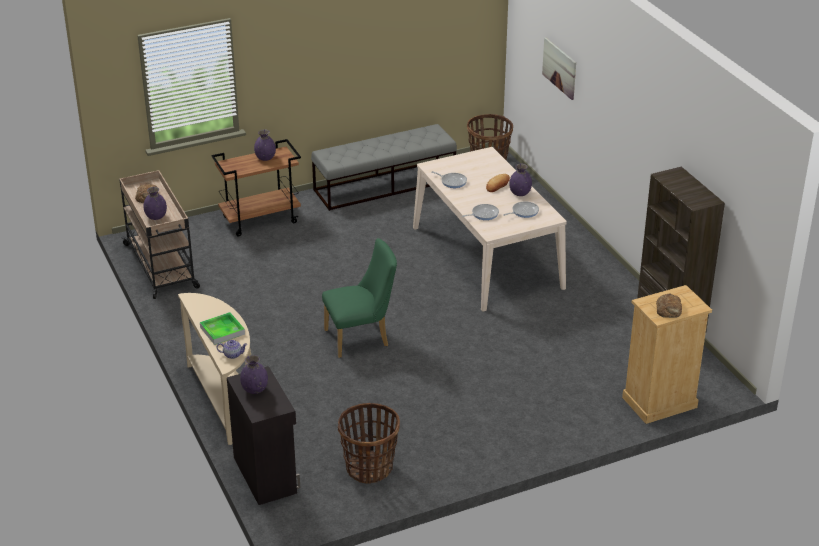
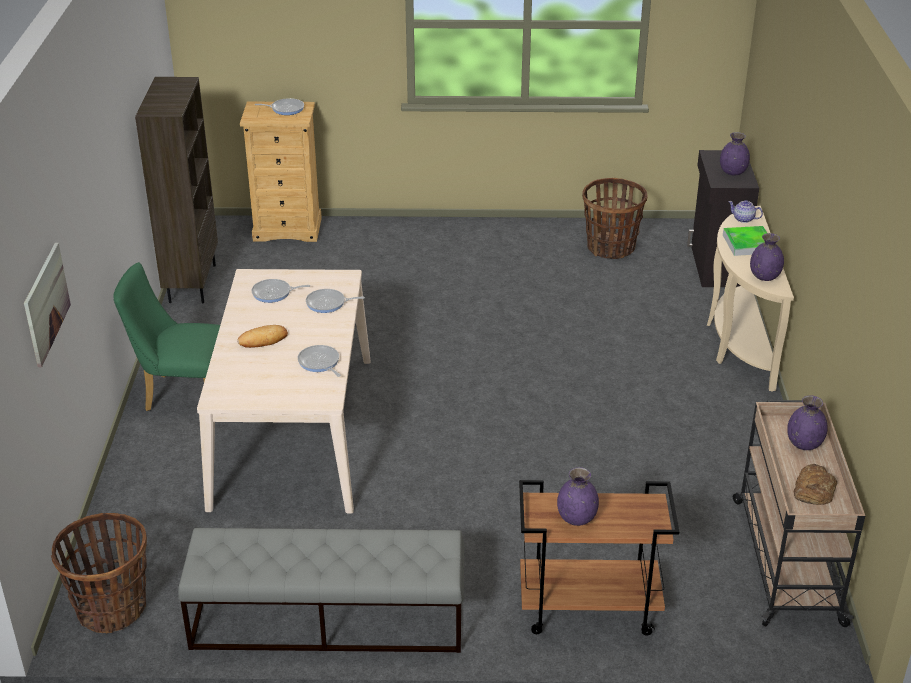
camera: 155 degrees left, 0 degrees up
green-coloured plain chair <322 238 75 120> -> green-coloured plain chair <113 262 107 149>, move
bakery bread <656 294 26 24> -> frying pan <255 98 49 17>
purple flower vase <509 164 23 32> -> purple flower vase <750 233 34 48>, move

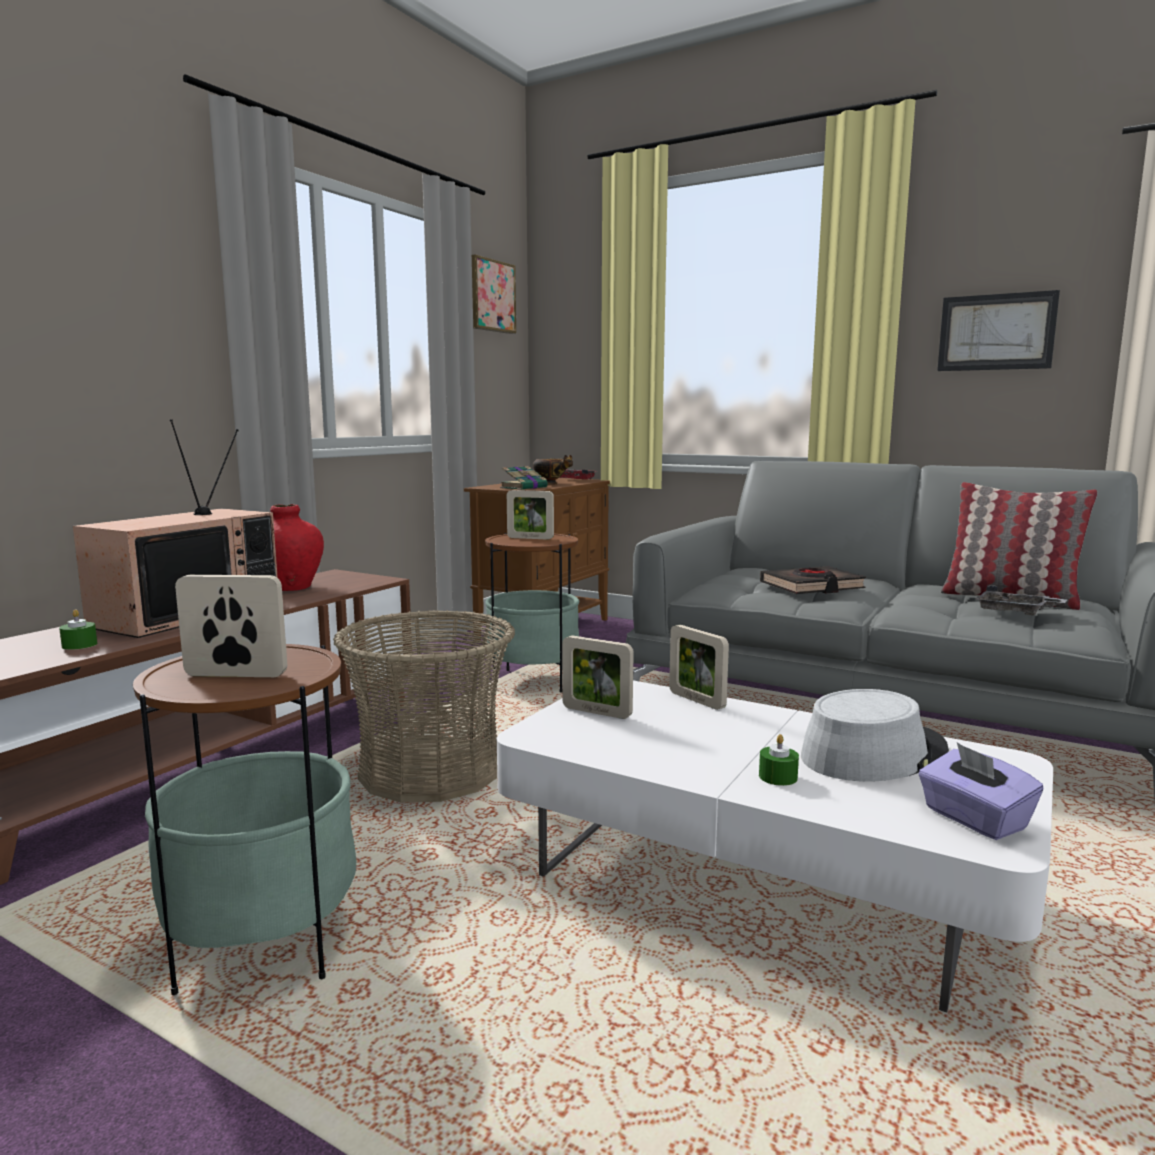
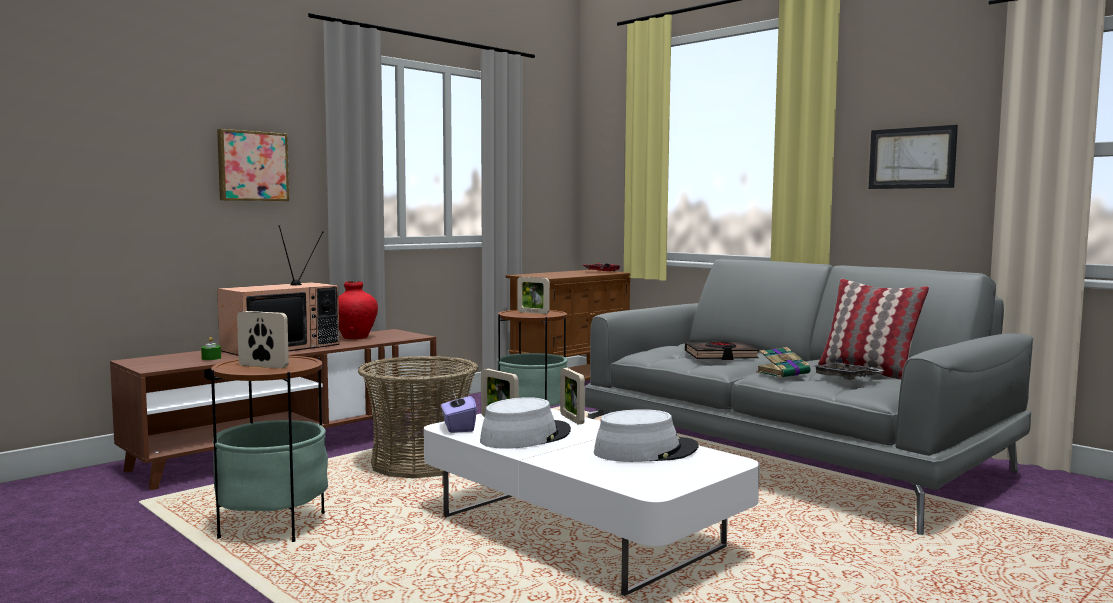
camera: 15 degrees right, 5 degrees down
wall picture <472 254 44 80> -> wall picture <217 129 72 72>, move
purple tissue box <919 743 124 97> -> purple tissue box <441 390 36 43>, move
none -> gray clothing hat <480 397 91 52>
book <500 466 48 24> -> book <756 347 55 31>, move
serving bowl <533 455 40 30> -> none
green-coloured wax light <759 734 40 52> -> none

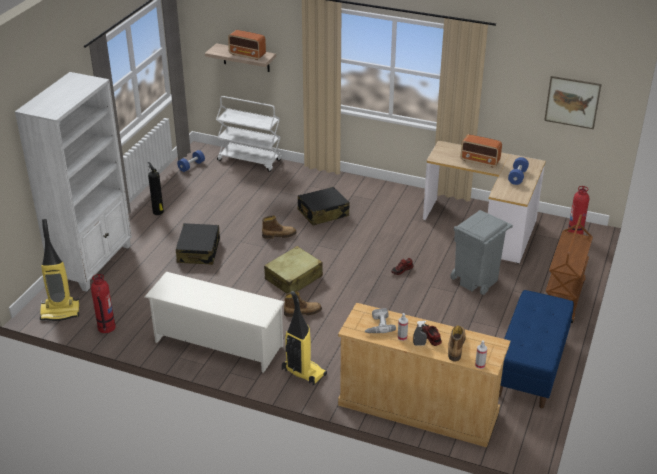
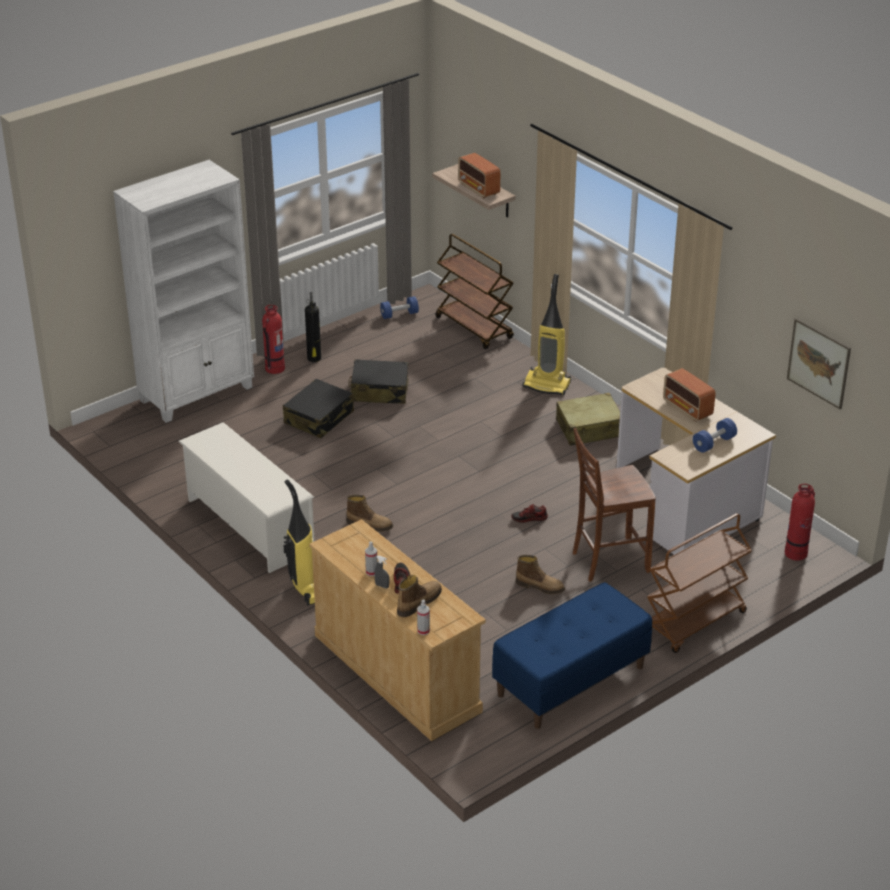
camera: 30 degrees right, 0 degrees up
fire-fighting cylinder <91 274 25 59> -> fire-fighting cylinder <262 305 23 69>, move
blackish piece of luggage <298 187 52 39> -> blackish piece of luggage <349 359 60 45>, move
white trolley <216 96 66 76> -> brown-coloured trolley <435 234 79 115>
high-top boot <262 215 35 24> -> high-top boot <516 555 49 39>, move
vacuum <40 219 40 102> -> vacuum <523 274 48 121>, move
beige piece of luggage <264 246 59 48> -> beige piece of luggage <556 393 64 53>, move
gray trash can <450 210 63 85> -> brown-coloured plain chair <573 428 83 154>
drill <365 308 31 25> -> none

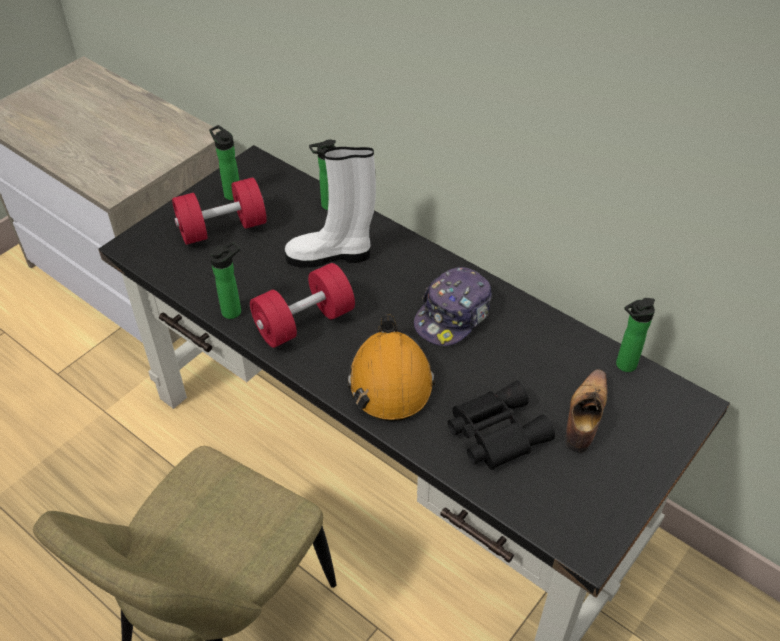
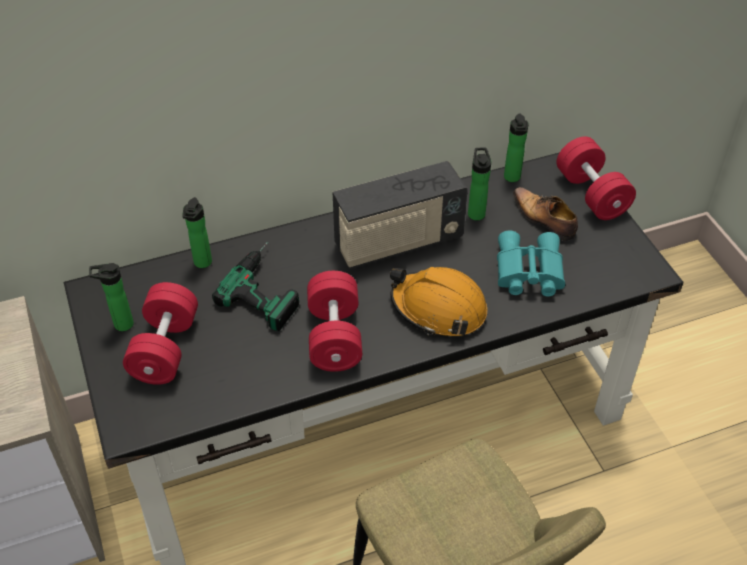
camera: 60 degrees left, 0 degrees up
white high-top boot <285 147 91 121> -> drill <212 242 87 89>
peaked cap <414 267 78 79> -> radio receiver <333 161 135 108>
beverage bottle <209 241 32 78> -> beverage bottle <468 148 23 73>, move
blackish binoculars <448 381 107 89> -> turquoise-coloured binoculars <497 230 68 67>
none -> red dumbbell <556 137 80 83>

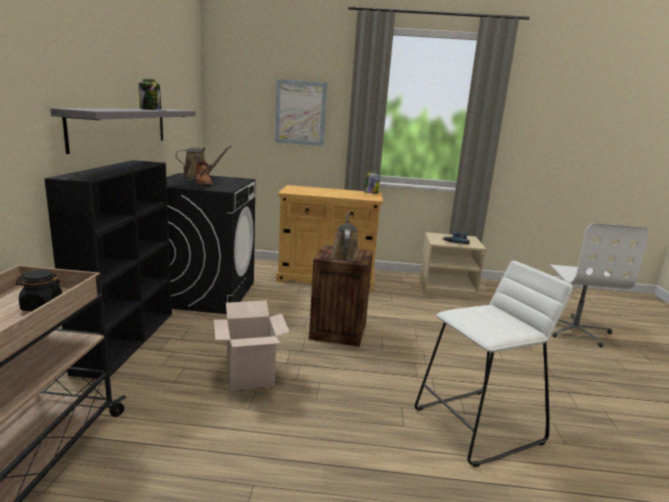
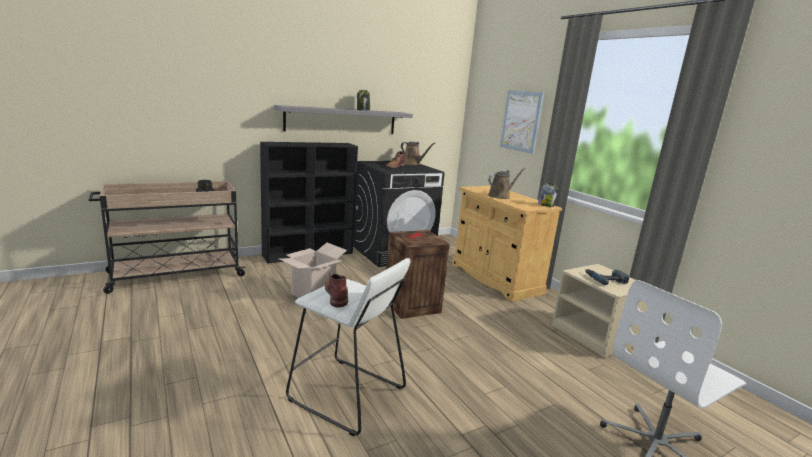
camera: 55 degrees right, 0 degrees up
none -> brown-coloured high-top boot <325 273 23 34>
brown-coloured watering pot <330 211 30 51> -> brown-coloured watering pot <488 168 38 31>, move

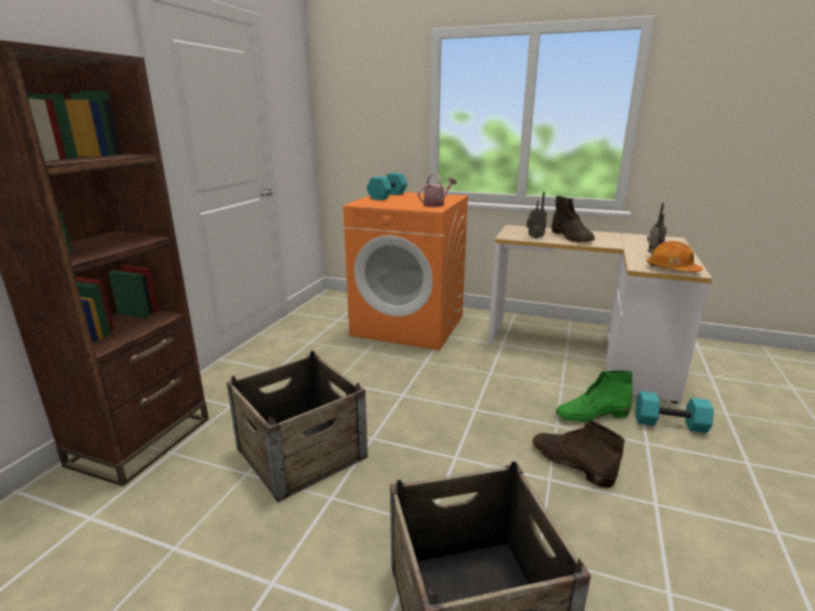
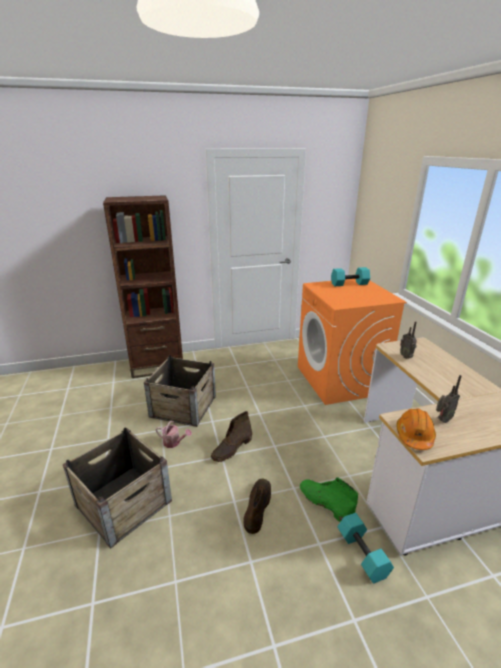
camera: 55 degrees right, 5 degrees up
watering pot <418 174 39 33> -> watering pot <155 421 37 27>, move
brown-coloured high-top boot <552 196 43 46> -> brown-coloured high-top boot <211 411 41 51>, move

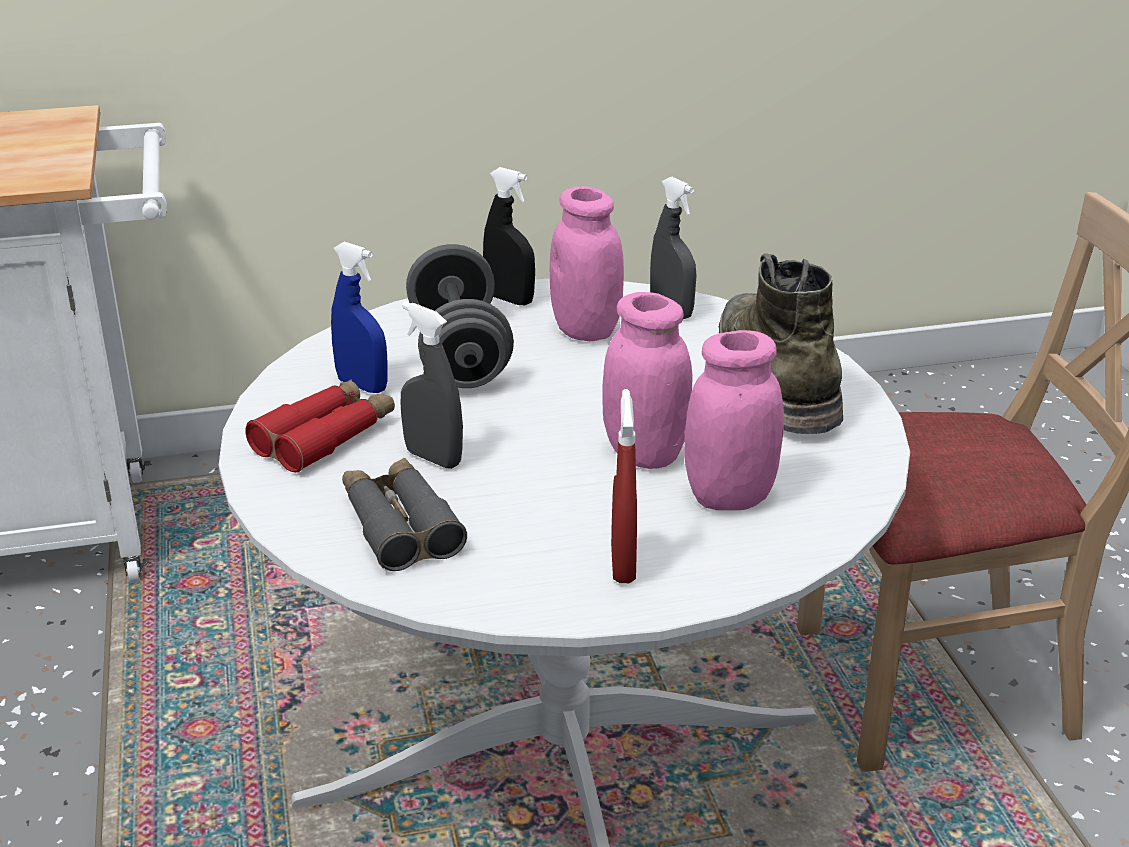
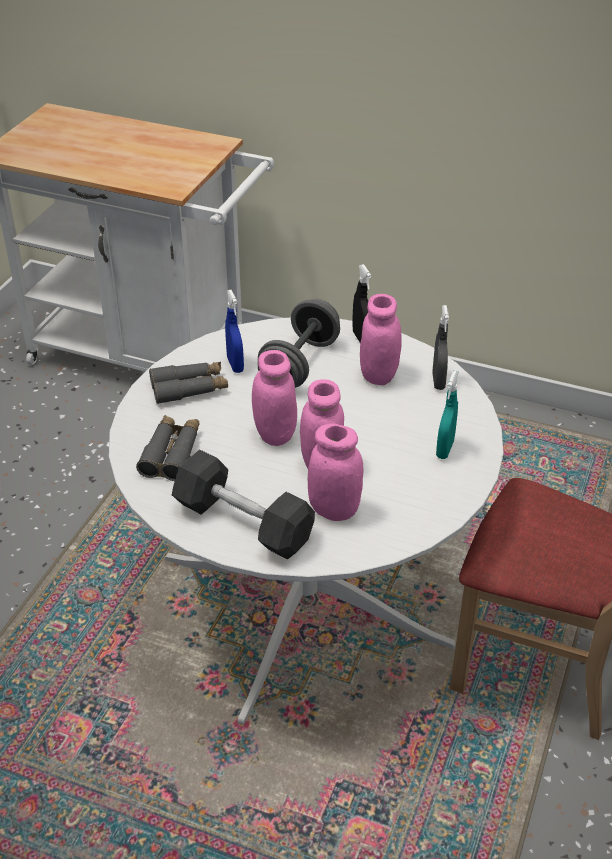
camera: 35 degrees right, 10 degrees up
red binoculars <245 379 150 94> -> gray binoculars <149 362 79 42>
red spray bottle <611 389 26 194> -> gray dumbbell <172 449 143 111>
none -> pink-coloured jar <252 350 45 96>
green-coloured high-top boot <719 254 124 180> -> turquoise-coloured spray bottle <436 371 22 88>
gray spray bottle <401 302 62 167> -> none

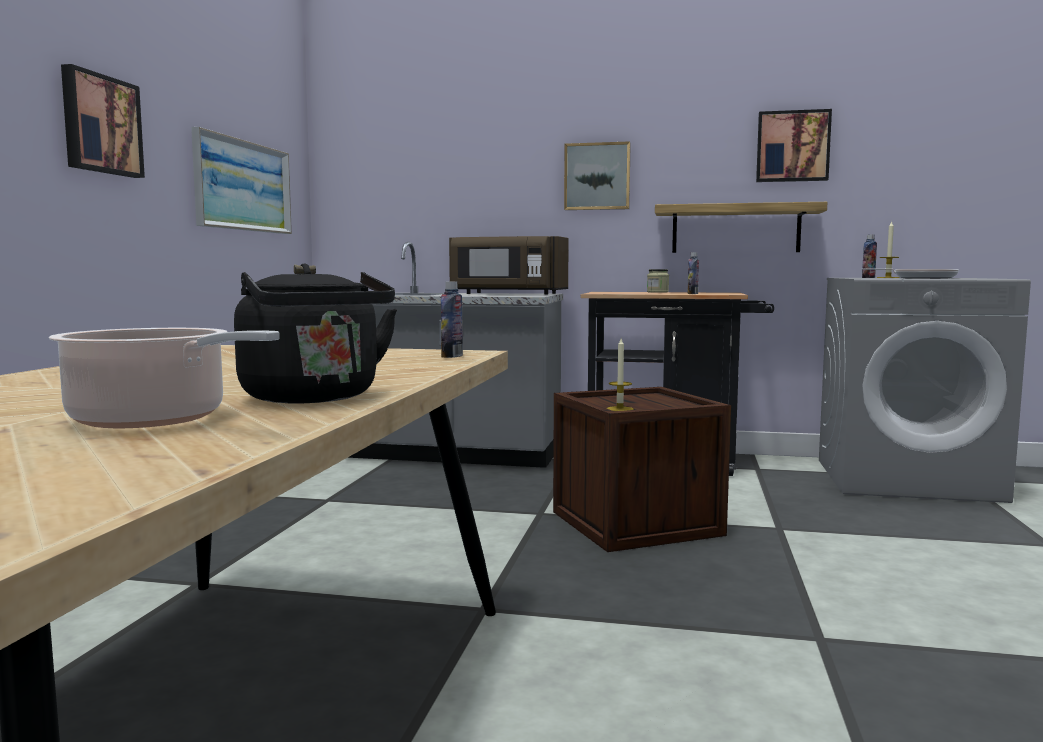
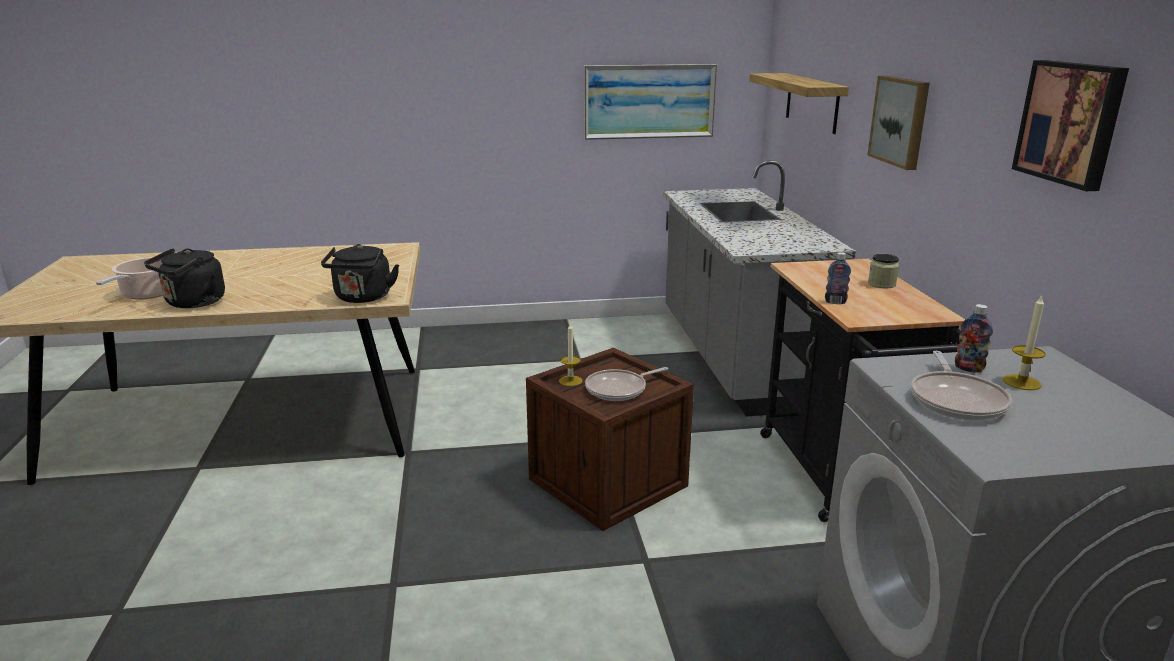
camera: 70 degrees right, 15 degrees up
beverage bottle <441 281 22 77> -> blackish tea kettle <321 244 78 59>
none -> frying pan <585 367 83 34>
wall shelf <655 202 172 51> -> wall shelf <749 73 100 61>, move
wall picture <61 64 84 114> -> none
brown-coloured microwave oven <449 236 120 59> -> none

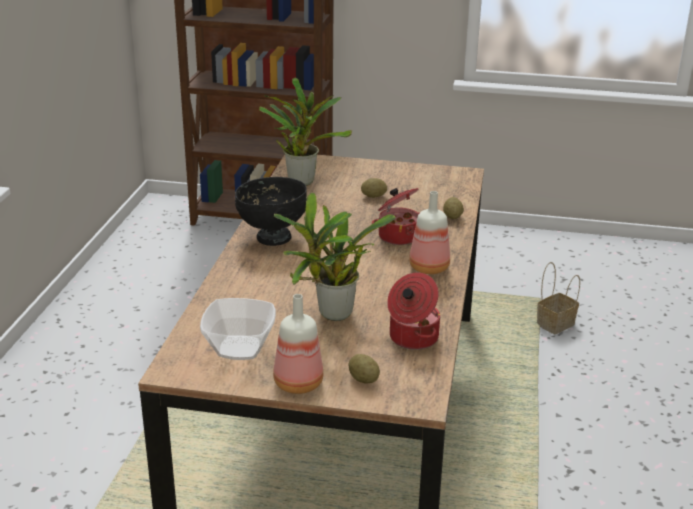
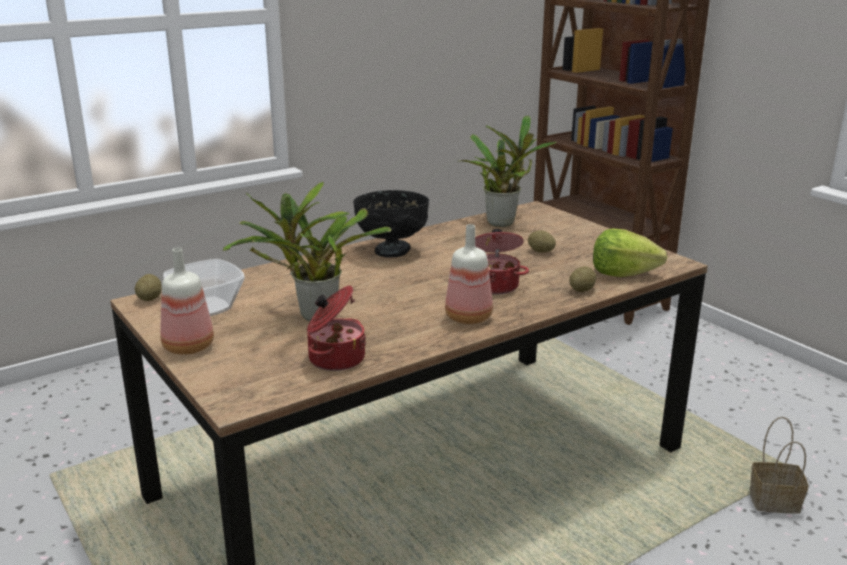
camera: 45 degrees right, 5 degrees down
potato <349 354 31 29> -> potato <135 274 27 27>, move
none -> lettuce head <593 229 74 48>

